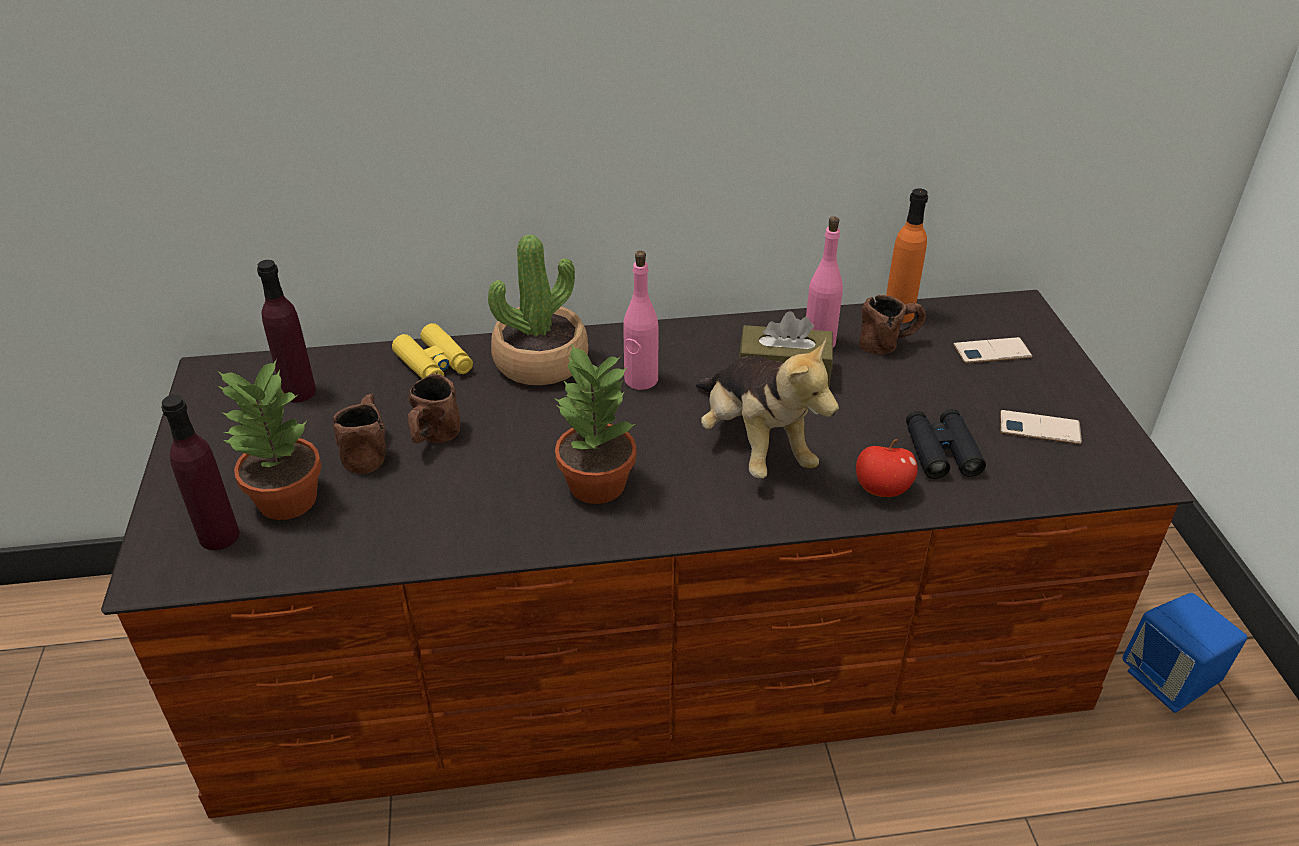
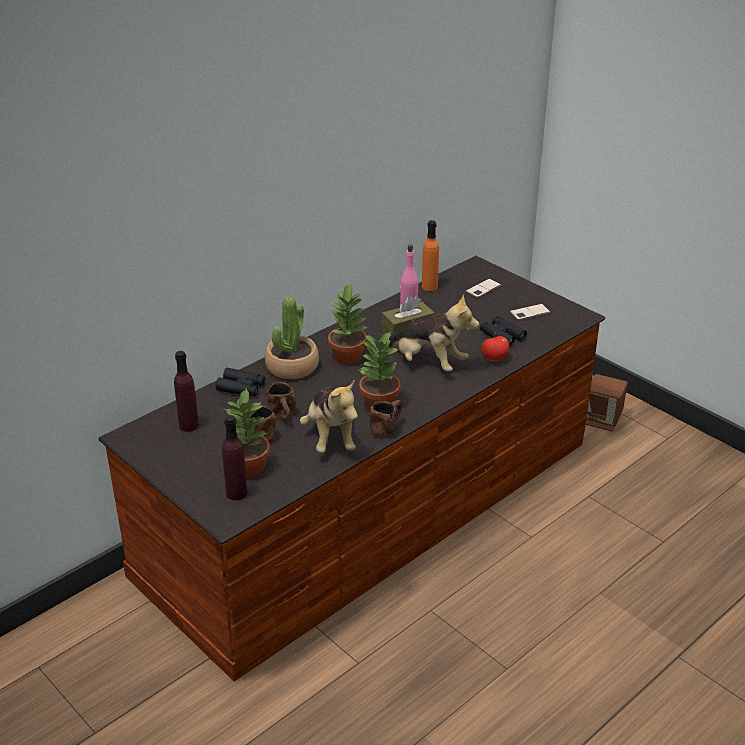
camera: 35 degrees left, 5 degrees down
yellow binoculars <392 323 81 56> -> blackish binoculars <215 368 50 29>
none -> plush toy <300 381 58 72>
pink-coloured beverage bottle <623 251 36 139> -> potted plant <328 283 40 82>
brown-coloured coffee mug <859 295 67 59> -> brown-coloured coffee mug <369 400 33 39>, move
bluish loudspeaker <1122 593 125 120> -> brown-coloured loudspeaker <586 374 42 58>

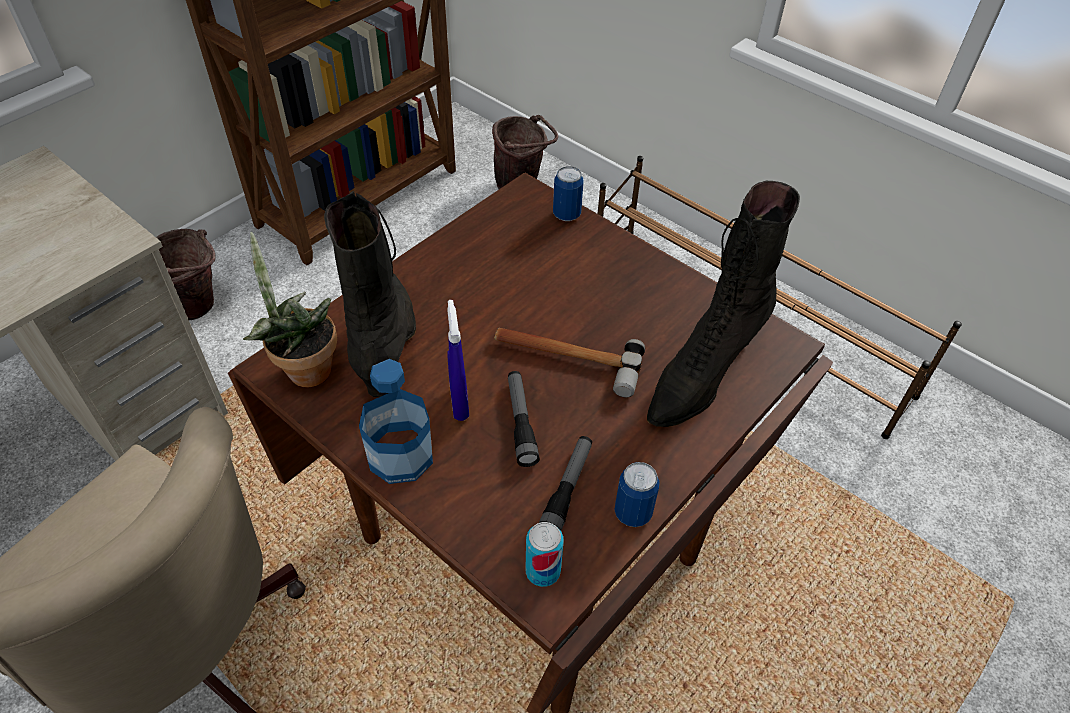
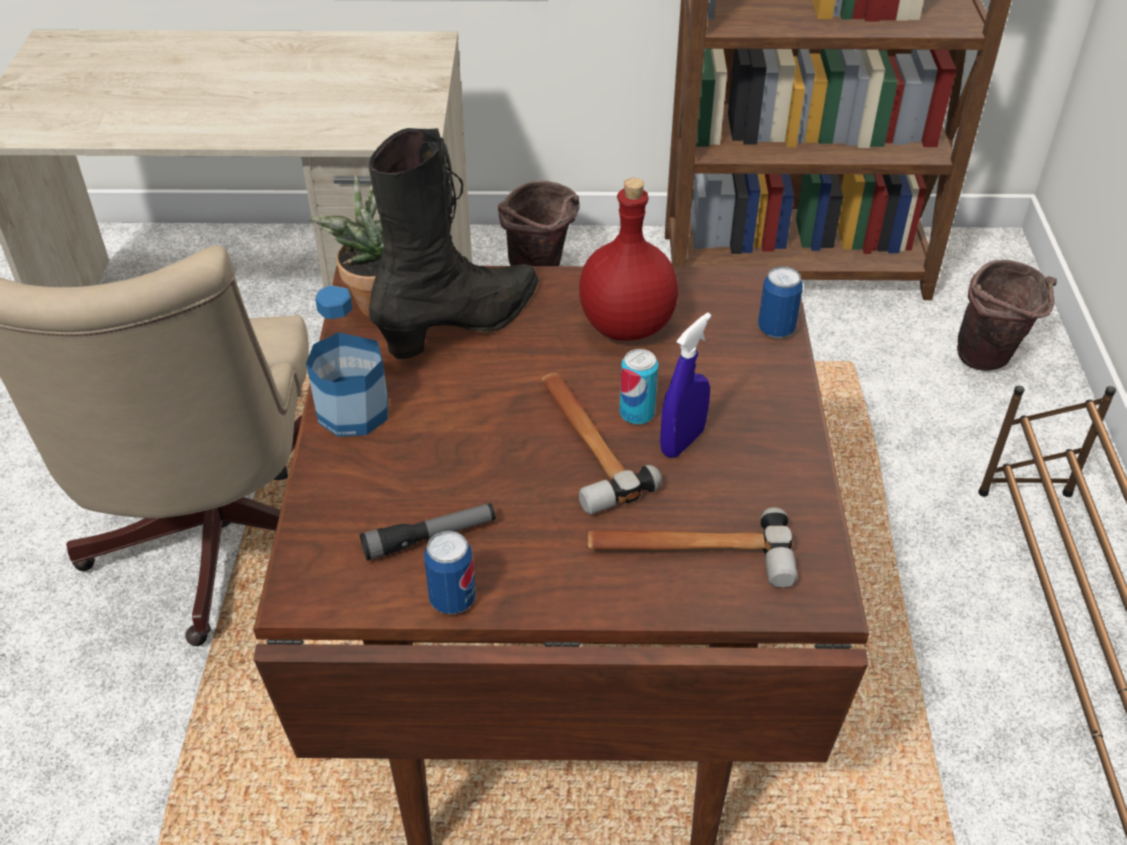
camera: 50 degrees right, 5 degrees down
none -> red beverage bottle <579 178 99 163>
blackish high-top boot <647 181 153 246> -> hammer <588 507 209 81>
sealed can <526 522 38 65> -> sealed can <619 349 39 76>, move
bluish spray bottle <447 300 22 121> -> bluish spray bottle <660 313 51 145>, move
hand torch <508 371 32 96> -> none

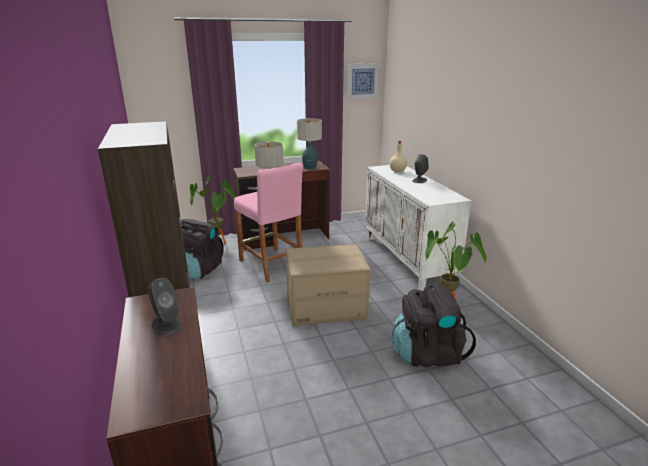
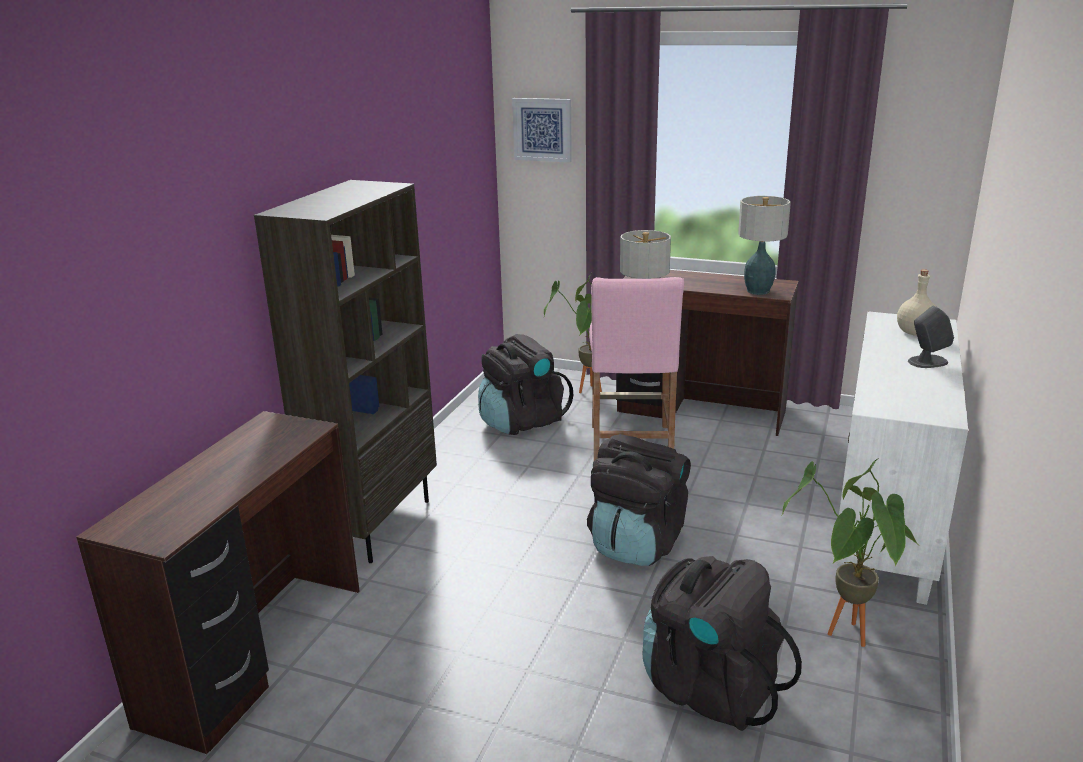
camera: 40 degrees right, 0 degrees up
wall picture <347 63 32 36> -> wall picture <512 98 60 64>, move
cardboard box <286 244 85 82> -> blackish knapsack <587 434 104 132>
gray loudspeaker <148 278 34 57> -> none

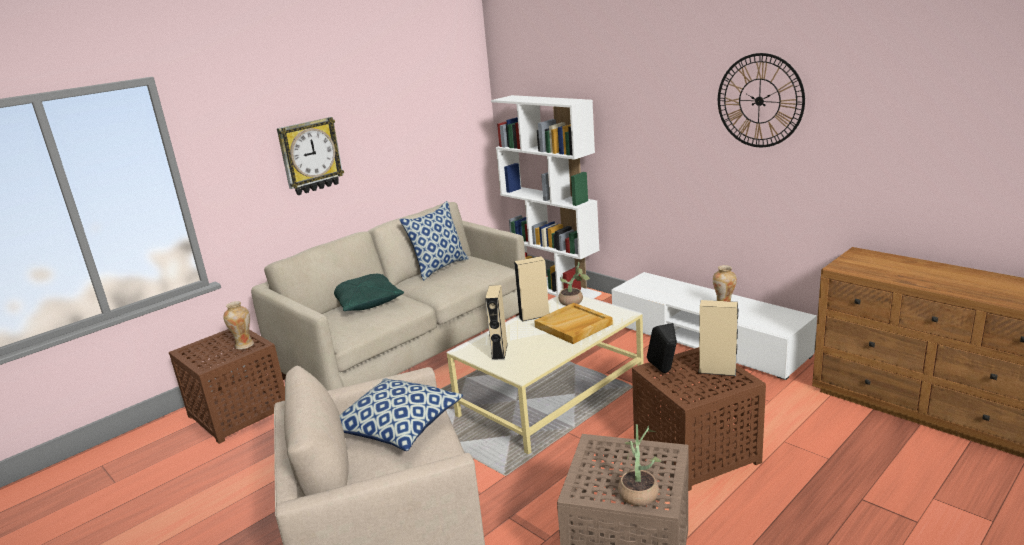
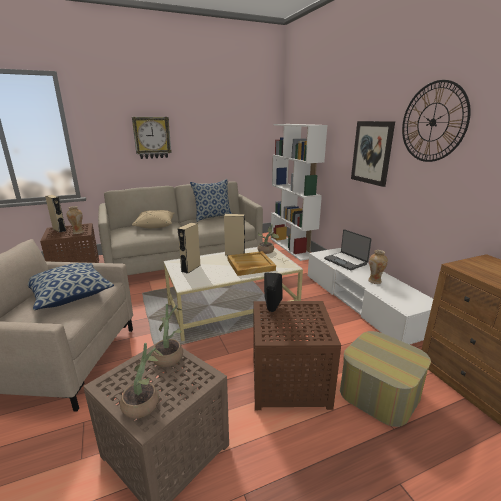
camera: 20 degrees right, 0 degrees up
beige loudspeaker <698 300 40 76> -> beige loudspeaker <45 195 21 38>, move
green-coloured pillow <334 274 70 37> -> beige pillow <132 210 43 18>
none -> potted plant <151 304 32 63>
none -> portable computer <324 229 48 41>
none -> footrest <340 331 91 96>
none -> wall picture <351 121 44 66>

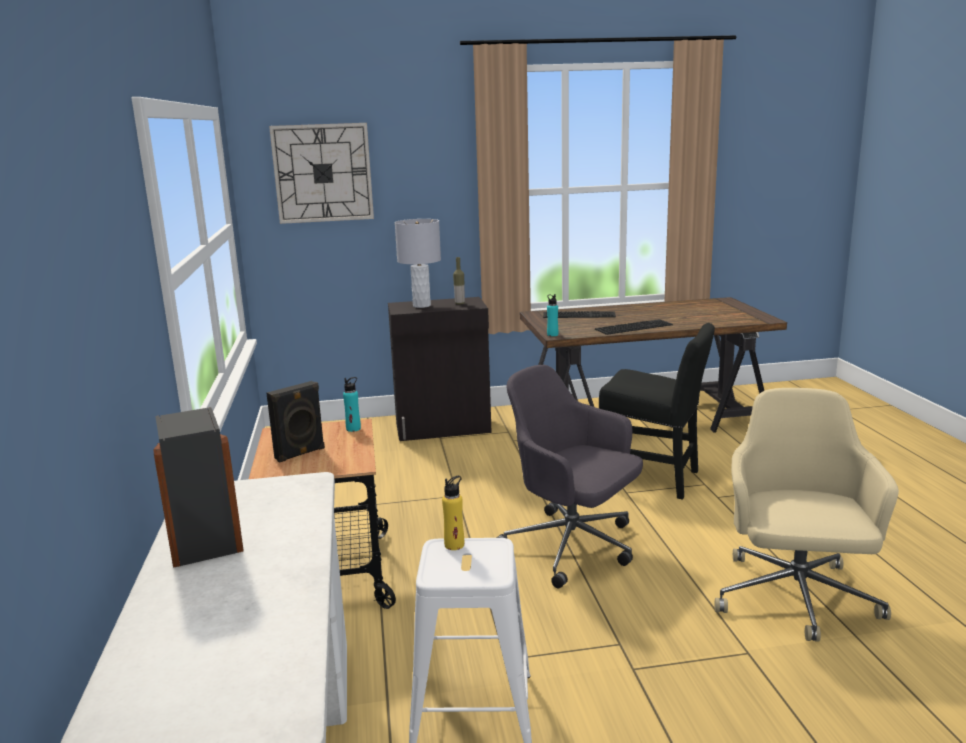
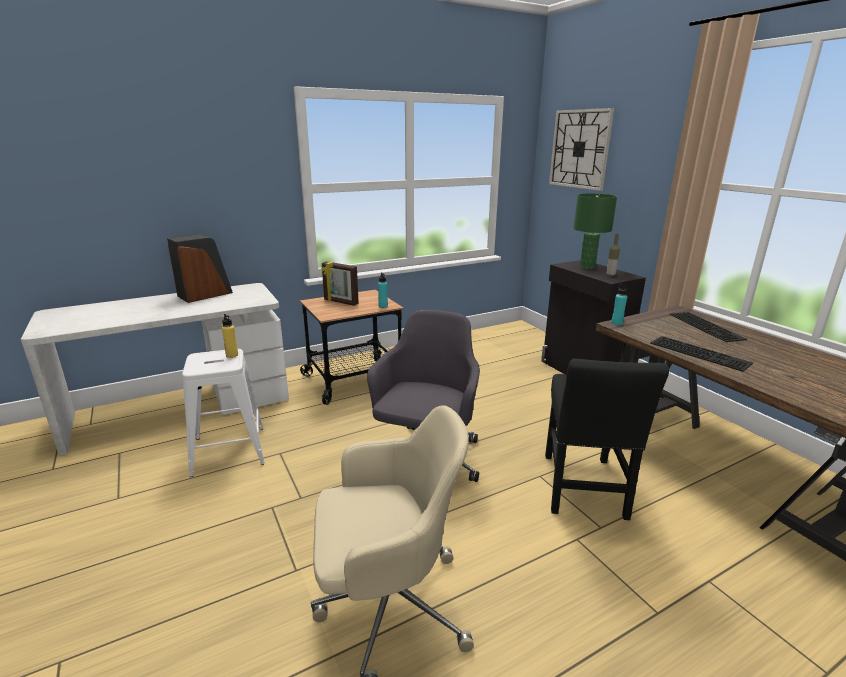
camera: 70 degrees right, 5 degrees up
blackish loudspeaker <266 381 59 82> -> photo frame <321 262 38 44>
gray tabletop lamp <395 219 46 89> -> green-coloured tabletop lamp <573 193 44 76>

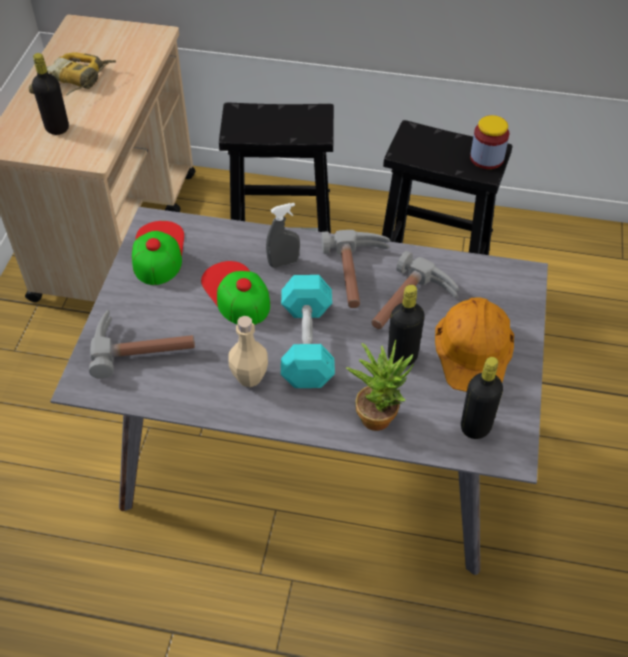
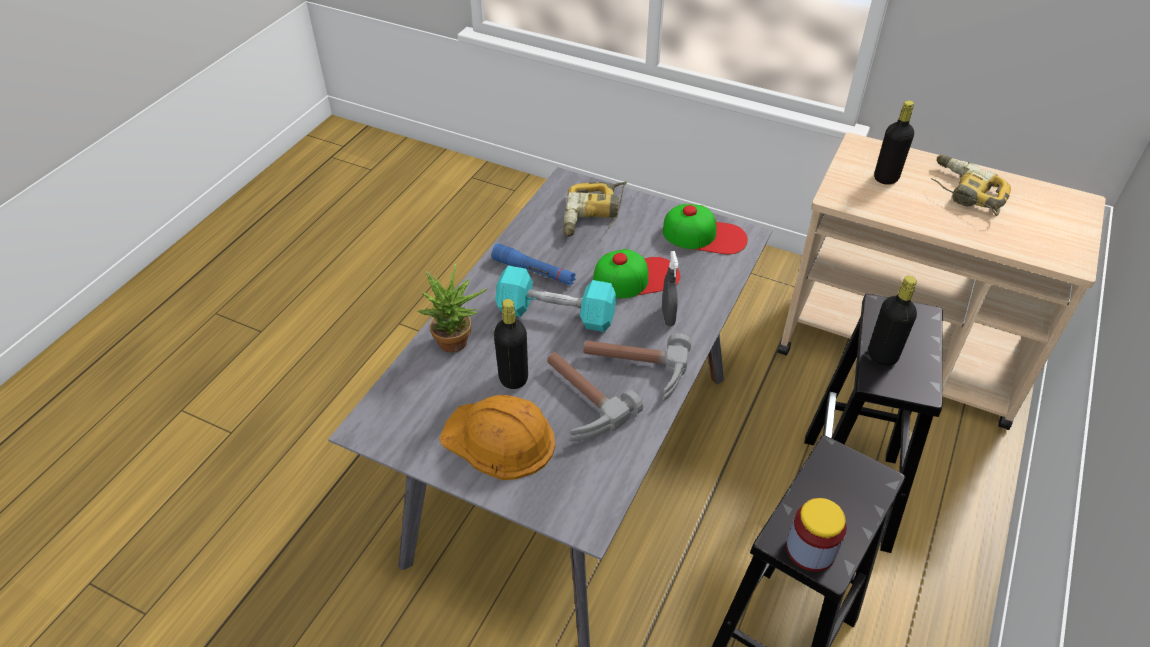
camera: 105 degrees right, 5 degrees down
beige beverage bottle <228 316 40 71> -> bluish hand torch <491 243 85 42>
hammer <89 310 106 69> -> drill <563 182 64 55>
blackish beverage bottle <461 357 42 82> -> blackish beverage bottle <868 276 49 90>, move

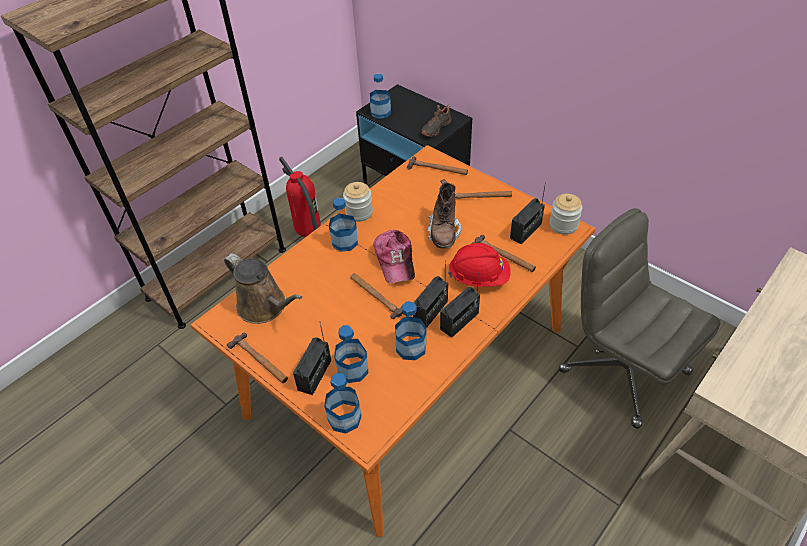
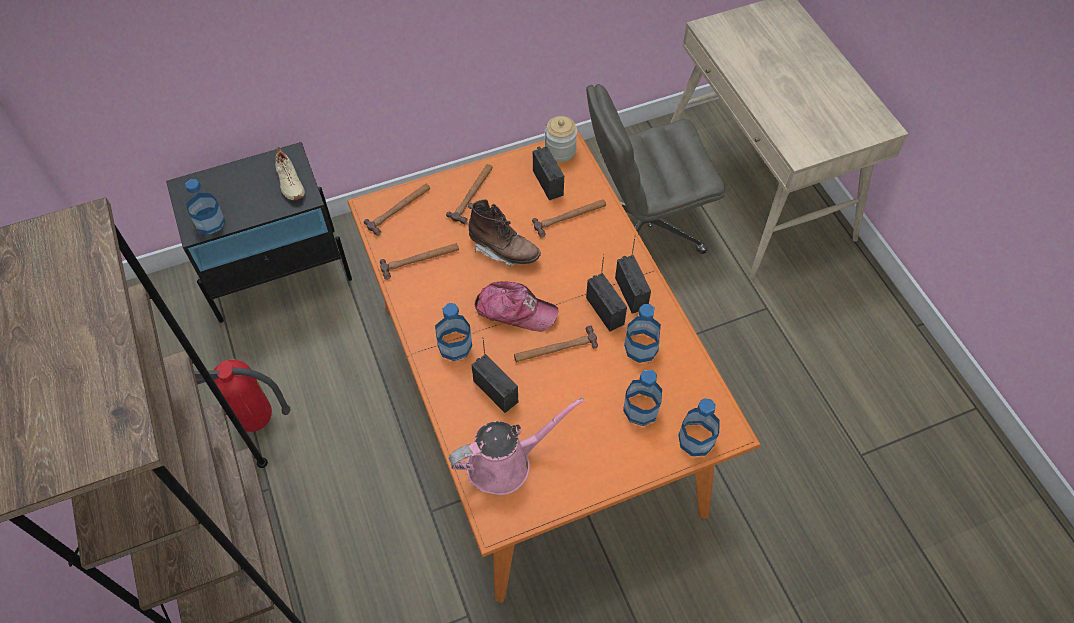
camera: 65 degrees left, 10 degrees up
blackish shoe <421 104 31 33> -> beige shoe <275 147 30 54>
hammer <227 333 61 50> -> hammer <380 243 79 37>, move
brown-coloured watering pot <224 253 78 71> -> pink-coloured watering pot <449 397 135 98>
radio receiver <293 324 38 71> -> radio receiver <471 340 47 73>, move
jar <343 182 30 40> -> none
red safety helmet <448 243 63 44> -> none

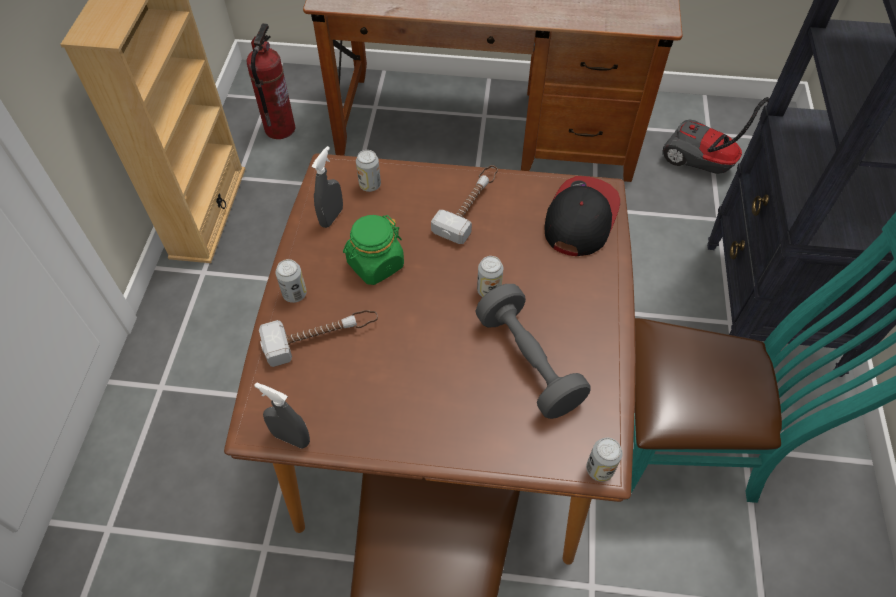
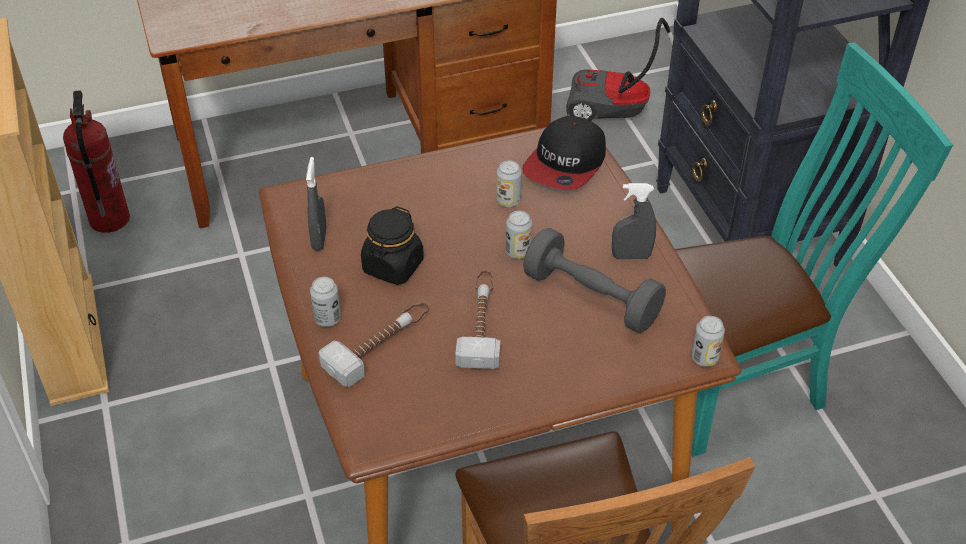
camera: 25 degrees left, 10 degrees down
green-coloured jar <343 215 61 70> -> blackish jar <361 206 63 79>
hammer <431 165 67 79> -> hammer <455 270 46 99>, move
sealed can <356 150 25 42> -> sealed can <496 160 26 47>, move
peaked cap <545 176 75 80> -> peaked cap <522 116 84 74>, 150 degrees counterclockwise
gray spray bottle <254 382 56 67> -> gray spray bottle <612 183 44 77>, move

